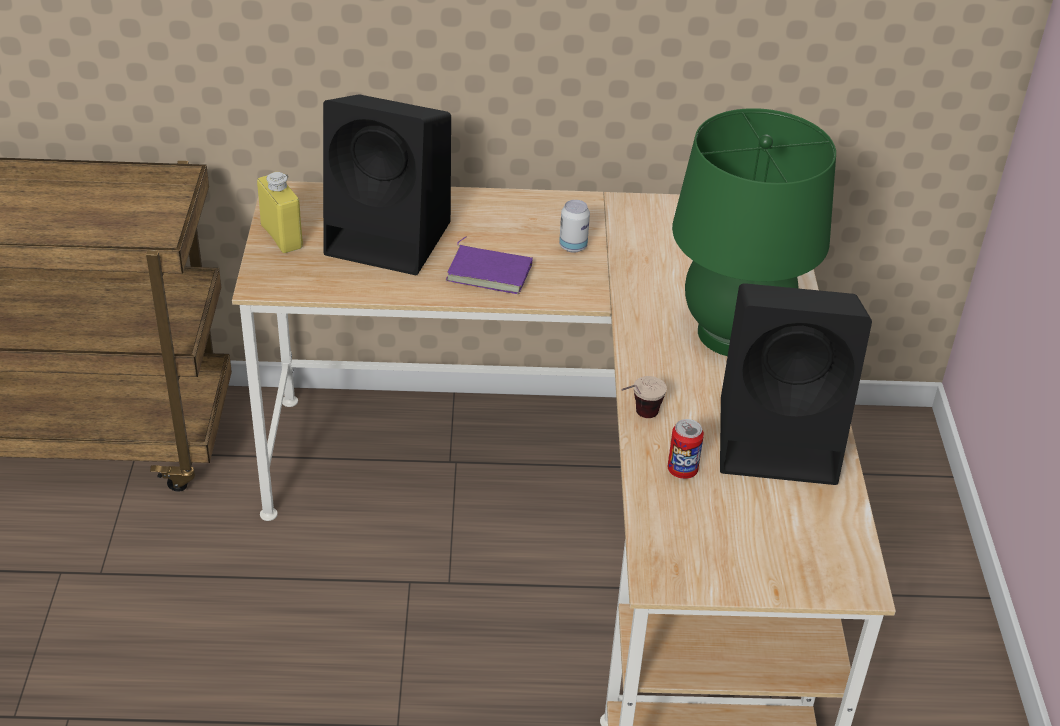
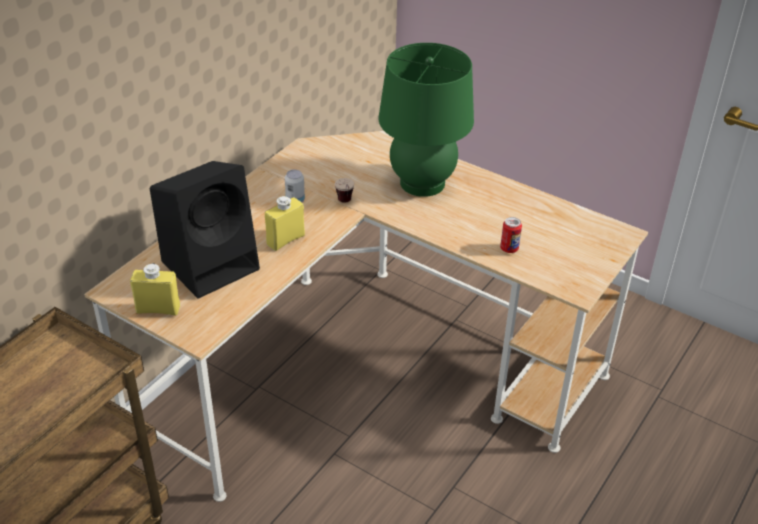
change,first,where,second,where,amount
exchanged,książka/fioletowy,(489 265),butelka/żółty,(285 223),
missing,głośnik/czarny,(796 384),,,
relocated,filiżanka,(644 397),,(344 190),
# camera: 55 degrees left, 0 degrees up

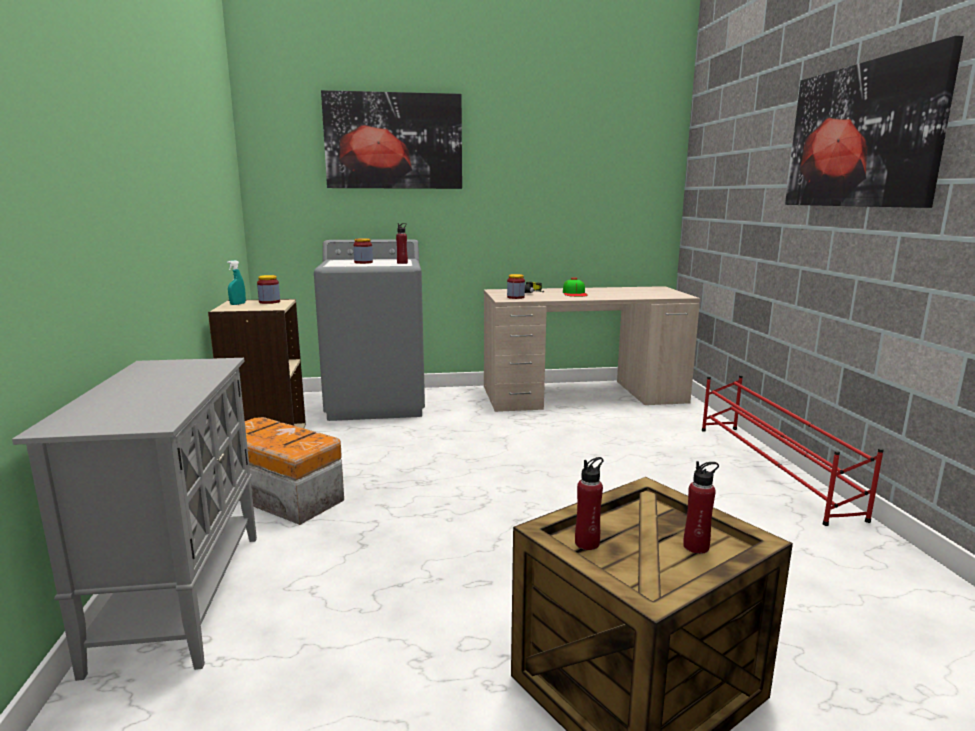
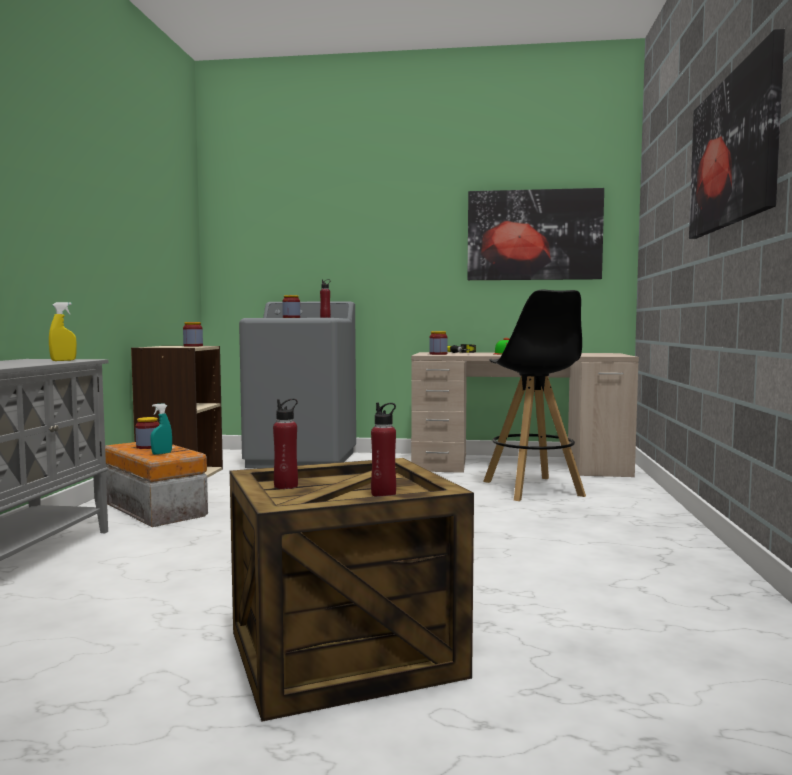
change,first,where,second,where,amount
relocated,obraz,(391 139),,(535 234),
relocated,spryskiwacz/turkusowy,(236 282),,(161 429),
missing,regał na buty/czerwony,(793 450),,,
appeared,,,stołek/czarny,(534 395),
appeared,,,spryskiwacz/żółty,(63 331),
appeared,,,słoik,(147 433),
# camera: 15 degrees right, 10 degrees down

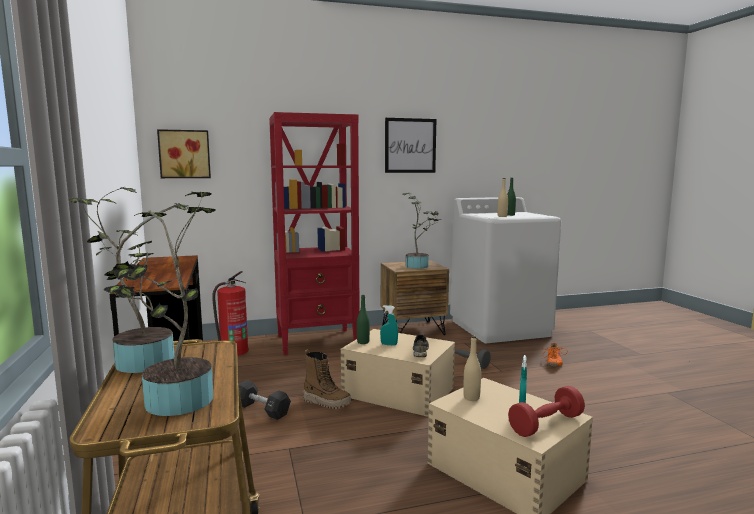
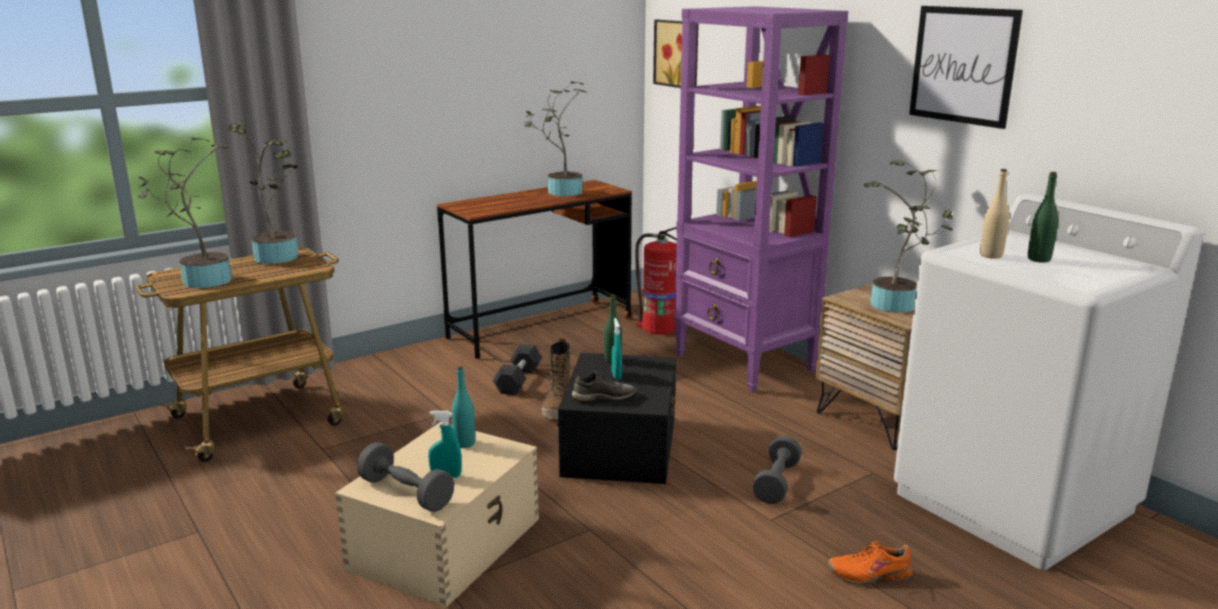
change,first,where,second,where,amount
colour,regał/czerwony,(314 233),regał/fioletowy,(761 199),
colour,pojemnik do przechowywania/beżowy,(398 373),pojemnik do przechowywania/czarny,(616 418),
colour,butelka/beżowy,(472 368),butelka/turkusowy,(463 407),
colour,hantel/czerwony,(546 411),hantel/szary,(405 477),
appeared,,,roślina doniczkowa,(555 138),
# camera: 70 degrees right, 10 degrees up

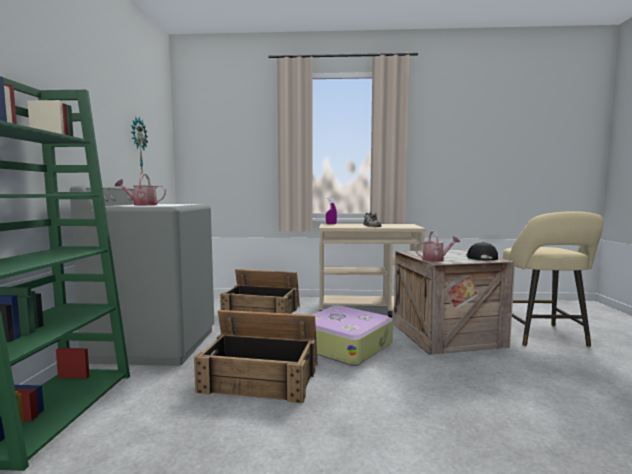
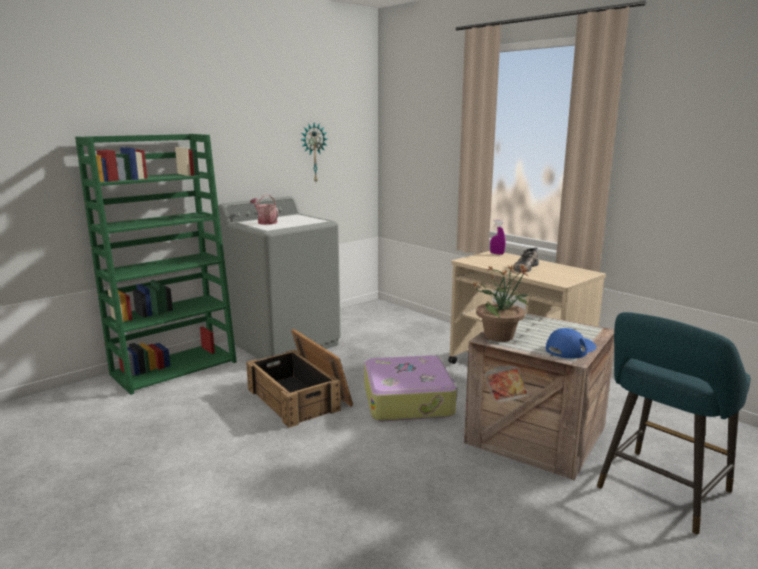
change,first,where,second,where,amount
colour,stołek/beżowy,(553 279),stołek/turkusowy,(674 423),
exchanged,konewka,(437 246),roślina doniczkowa,(501 303),
colour,czapka z daszkiem/czarny,(482 251),czapka z daszkiem/niebieski,(571 343),
missing,skrzynka,(260 291),,,
# camera: 45 degrees right, 10 degrees up

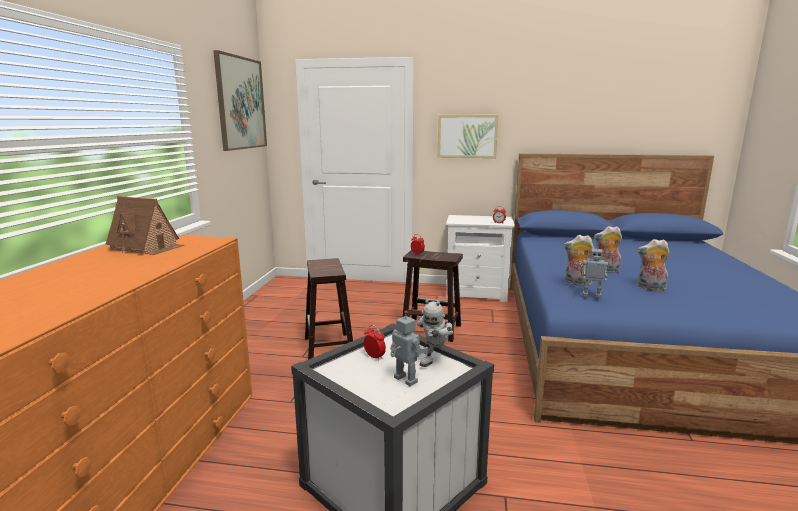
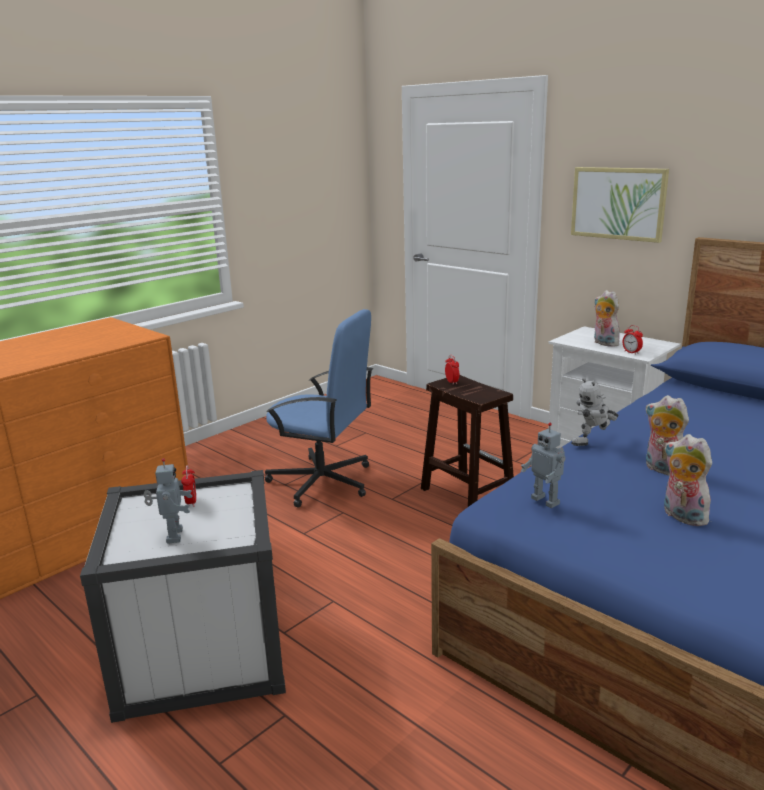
change,first,where,second,where,amount
missing,obraz,(240 100),,,
missing,domek,(145 225),,,
relocated,pluszak,(579 260),,(607 318),
exchanged,stołek/brązowy,(329 309),krzesło biurowe/niebieski,(319 408),
relocated,robot zabawkowy,(435 333),,(595 411),
# camera: 35 degrees right, 5 degrees up

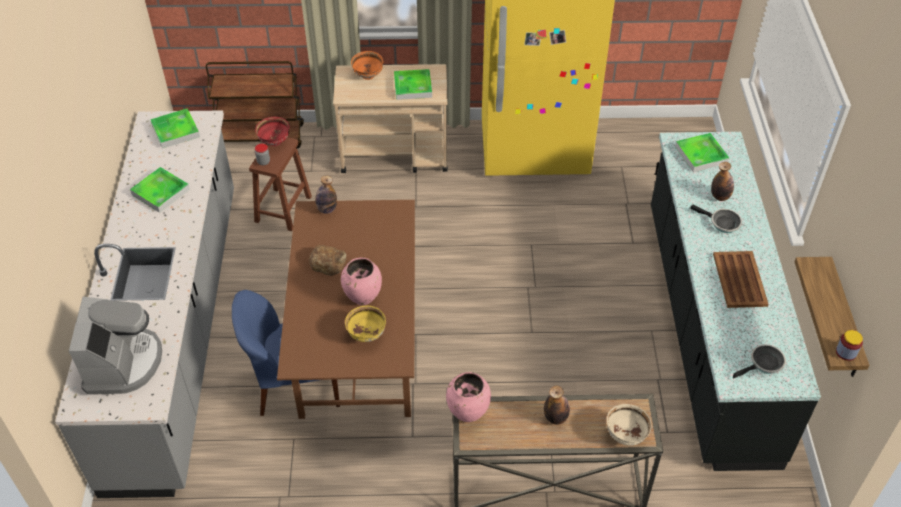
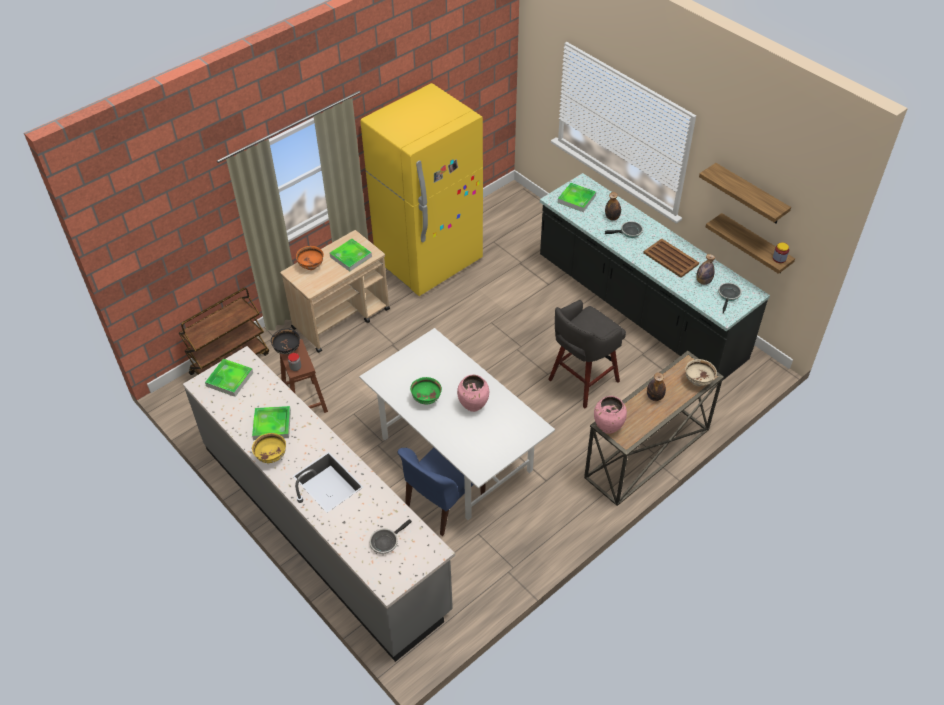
change,first,where,second,where,amount
colour,miska/czerwony,(272 131),miska/czarny,(285 341),
relocated,butelka,(326 195),,(705 269),
colour,stół jadalny/brązowy,(346 309),stół jadalny/biały,(457 424),
exchanged,chleb,(328 260),miska/zielony,(426 390),
exchanged,ekspres do kawy,(115 346),patelnia,(390 536),
relocated,miska/żółty,(365 324),,(269 448),
appeared,,,półka,(745 193),
appeared,,,stołek/szary,(587 354),
# camera: 40 degrees left, 0 degrees up

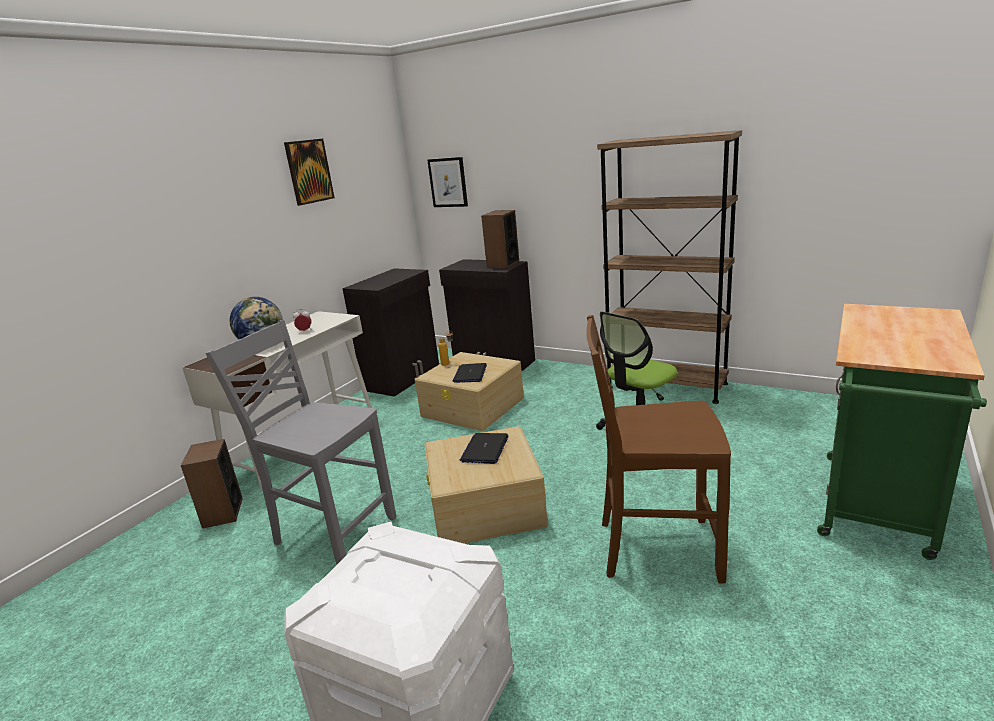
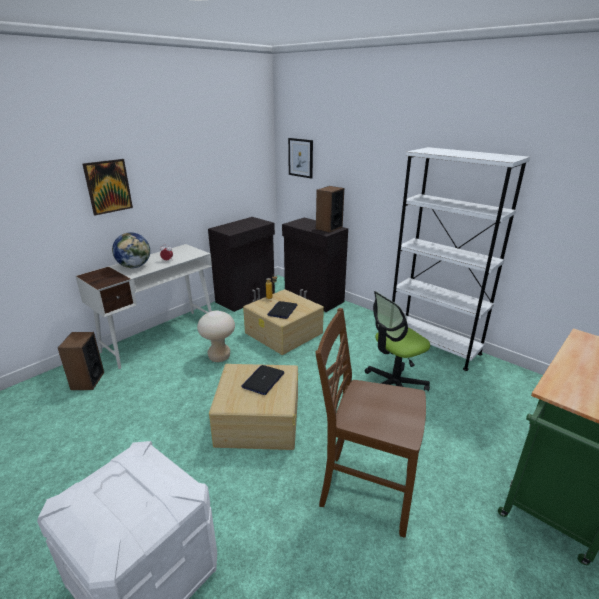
change,first,where,second,where,amount
colour,regał/brązowy,(669 267),regał/biały,(461 259),
relocated,obraz,(309 172),,(108 187),
missing,krzesło/szary,(301 442),,,
appeared,,,stołek/beżowy,(216 336),
# camera: 10 degrees right, 5 degrees up

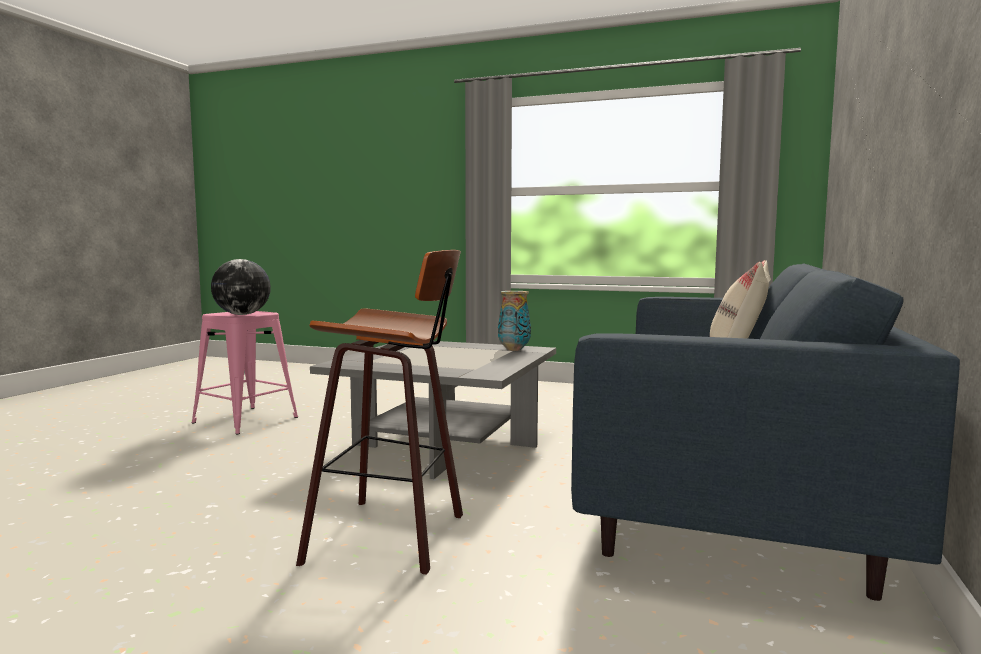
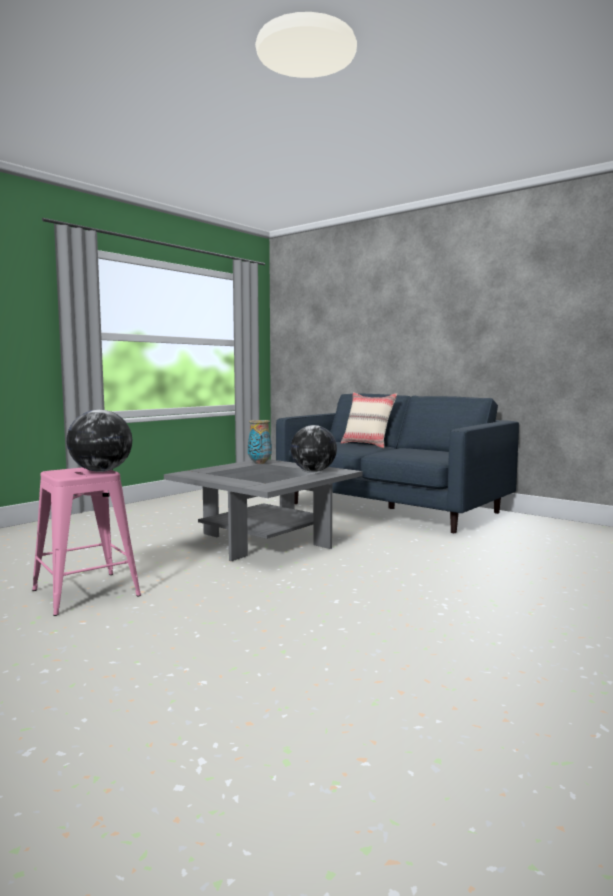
change,first,where,second,where,amount
missing,stołek,(379 412),,,
appeared,,,globus,(314 448),
# camera: 70 degrees left, 0 degrees up

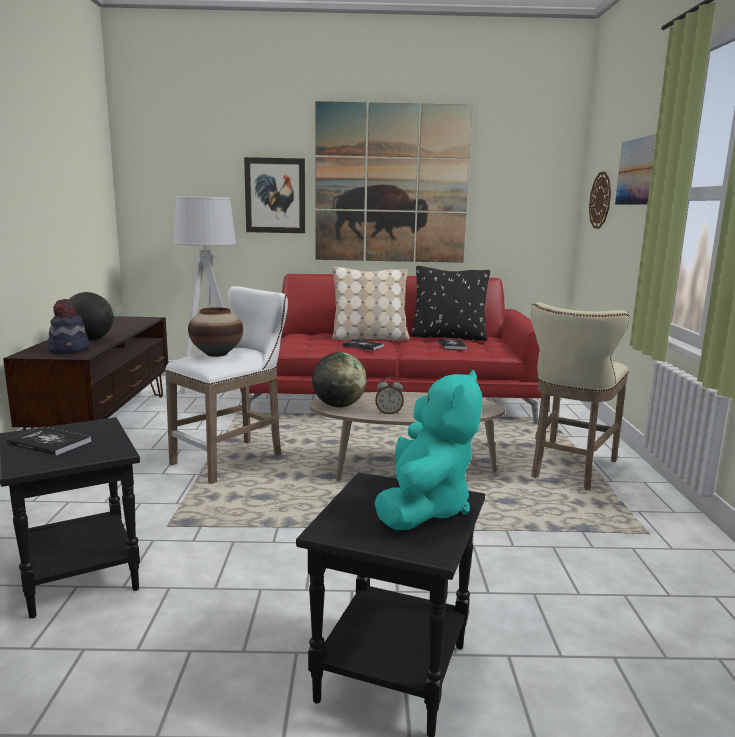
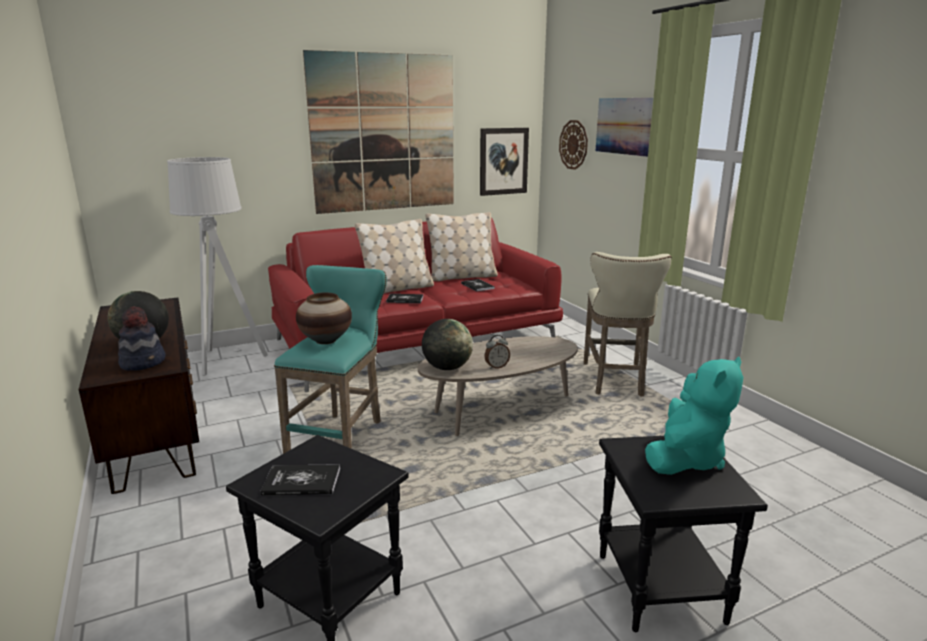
change,first,where,second,where,amount
relocated,obraz,(274 195),,(504 162),
colour,poduszka/czarny,(450 303),poduszka/beżowy,(461 246),
colour,stołek/biały,(226 385),stołek/turkusowy,(330 359),
spun,pluszak/turkusowy,(428 450),,(694 416),45 degrees clockwise
# camera: 25 degrees left, 5 degrees up

